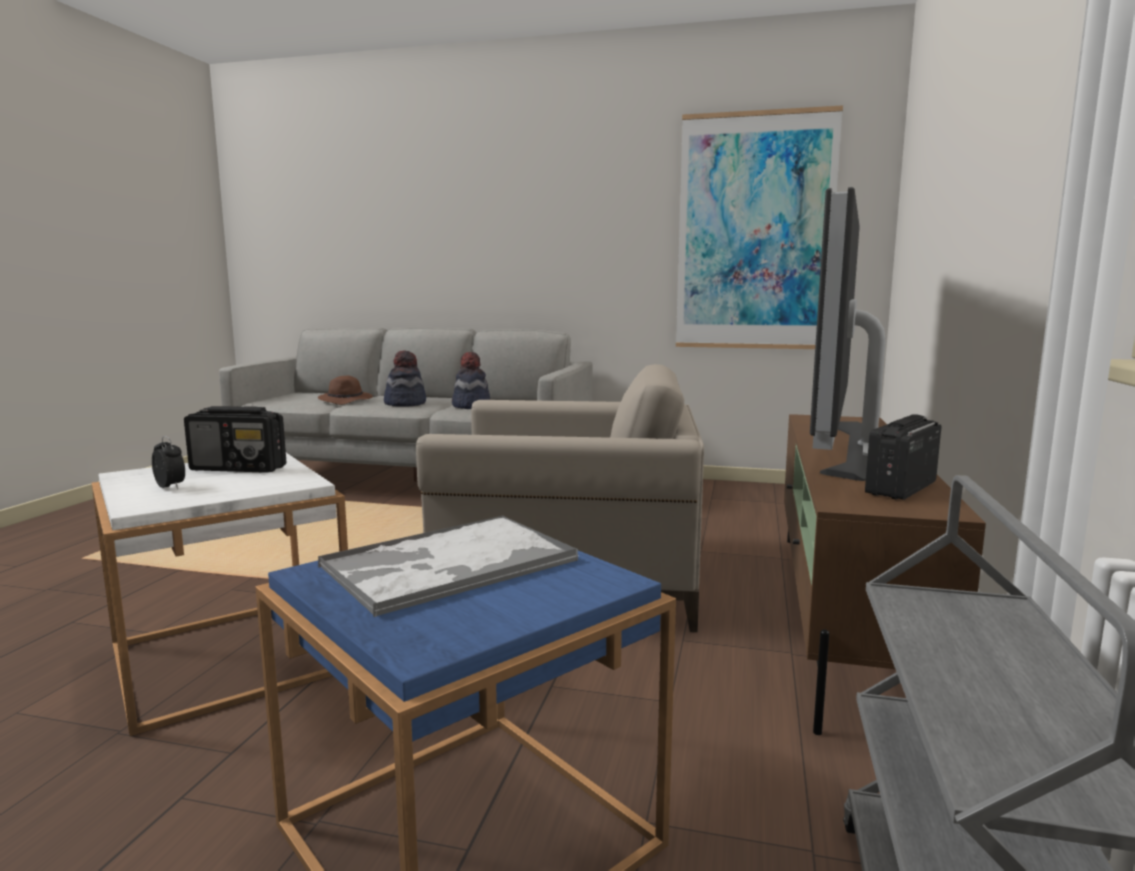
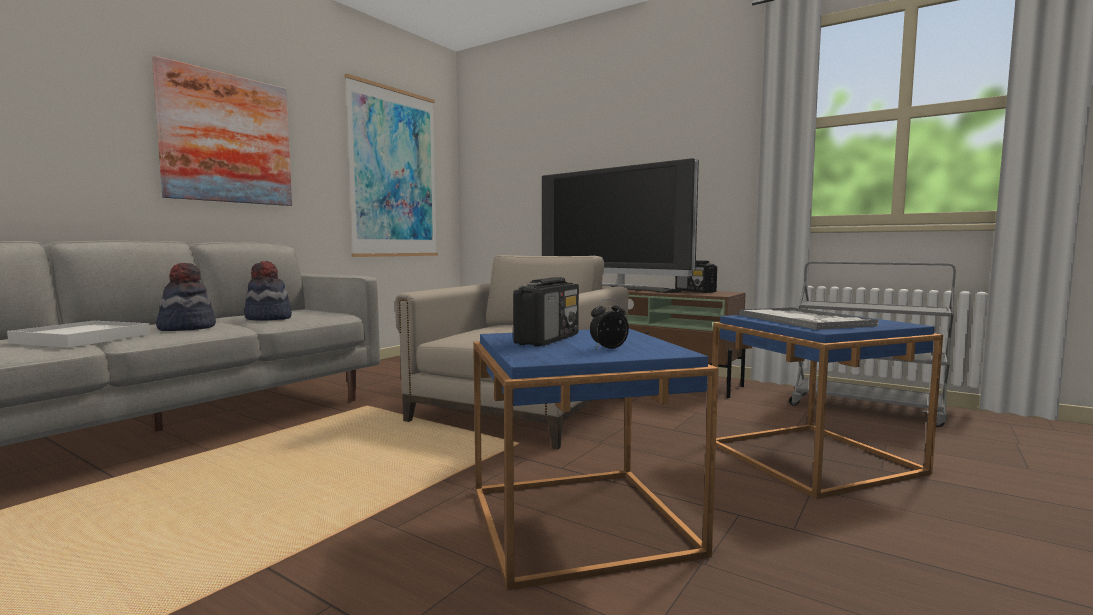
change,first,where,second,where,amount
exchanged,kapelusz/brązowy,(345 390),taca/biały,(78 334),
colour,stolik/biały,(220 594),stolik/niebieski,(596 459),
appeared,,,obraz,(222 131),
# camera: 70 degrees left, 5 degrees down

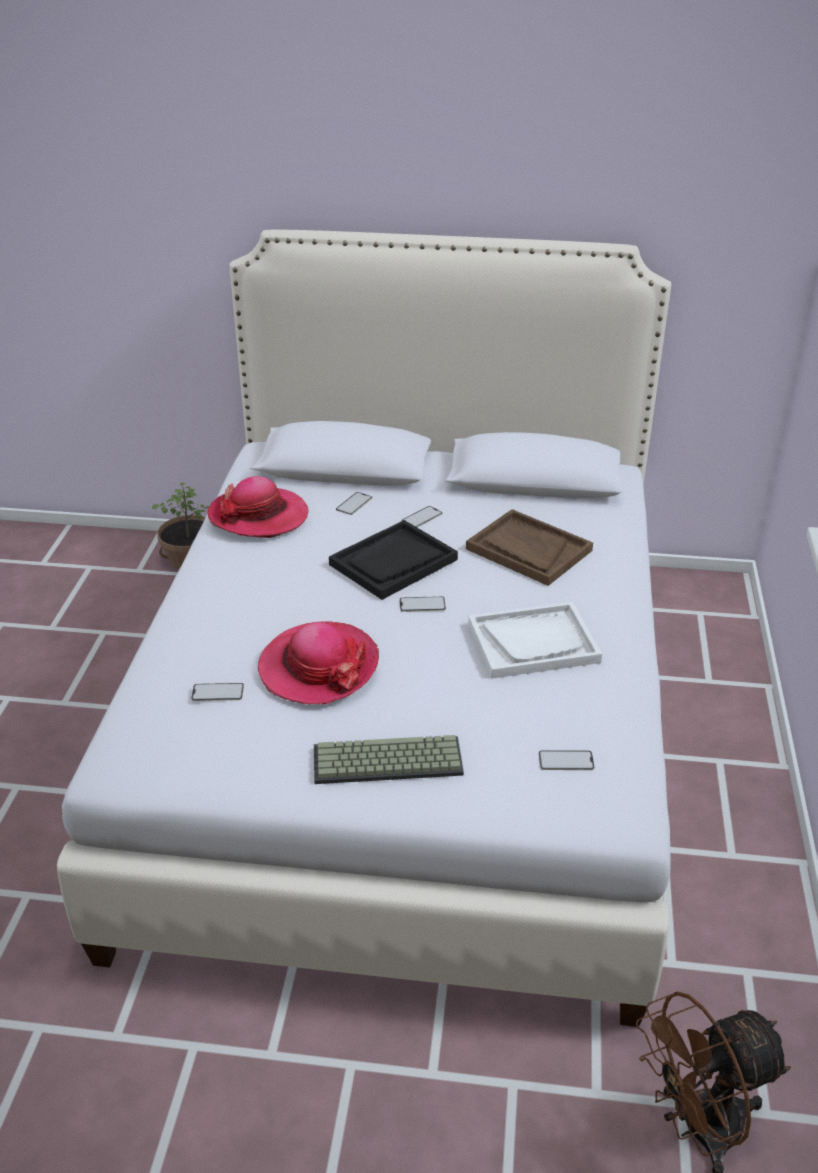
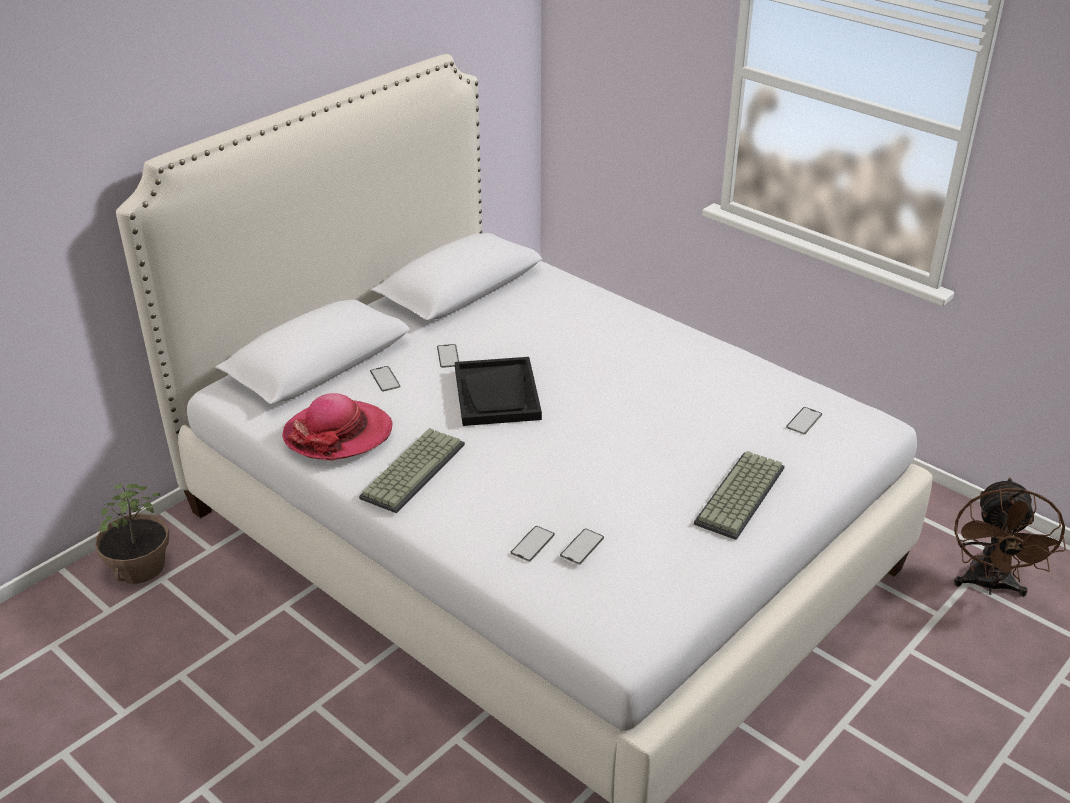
change,first,where,second,where,amount
missing,taca/brązowy,(529 547),,,
relocated,telefon,(423 604),,(533 544),
missing,taca/biały,(535 640),,,
missing,kapelusz,(318 662),,,
appeared,,,klawiatura,(412 470),
# camera: 55 degrees left, 0 degrees up

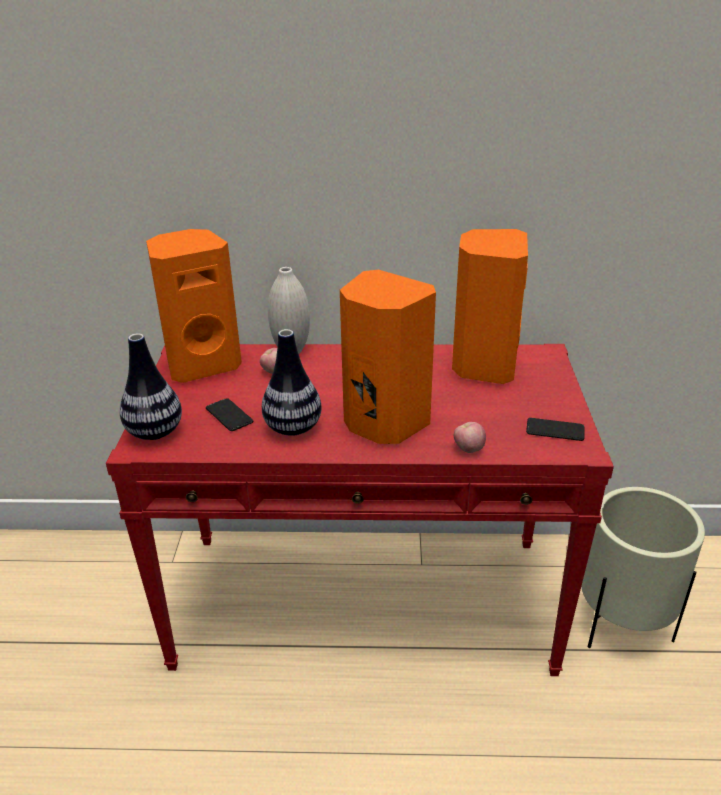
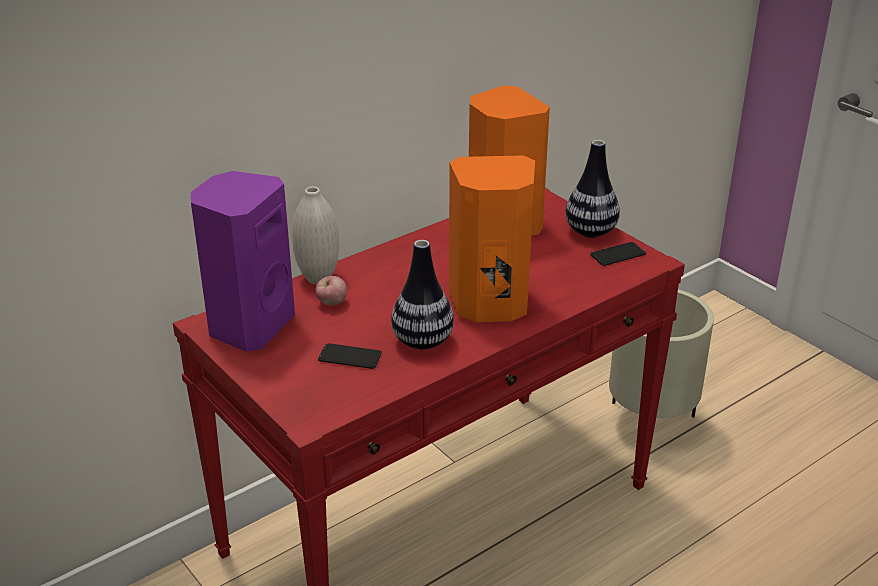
change,first,where,second,where,amount
colour,głośnik/pomarańczowy,(194 306),głośnik/fioletowy,(243 261),
relocated,wazon,(151 386),,(592 189),
missing,jabłko,(470 437),,,
# camera: 40 degrees left, 0 degrees up

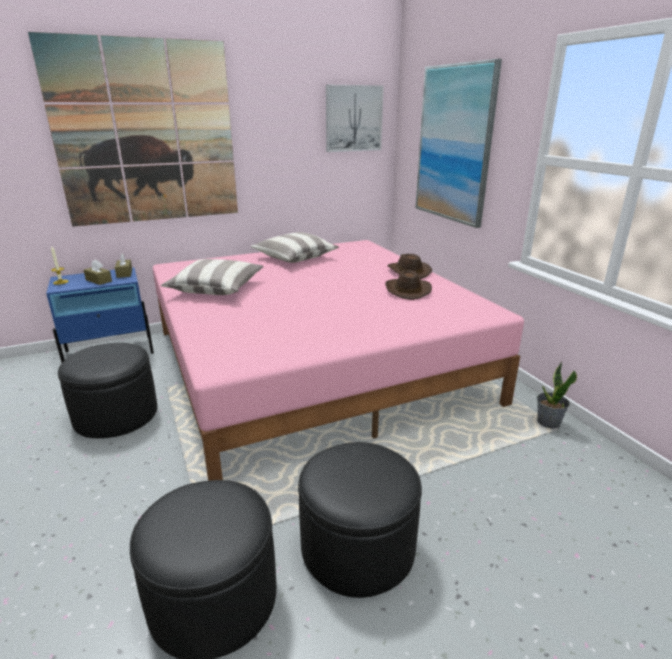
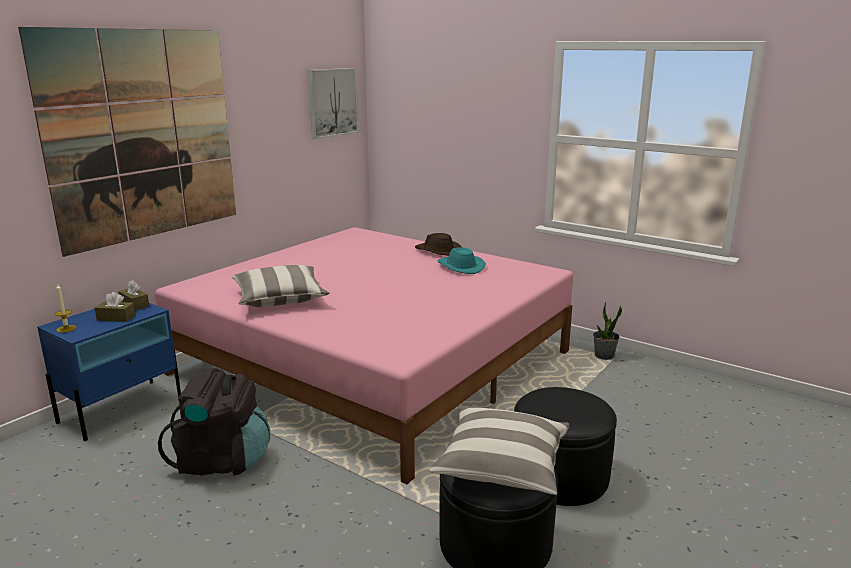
change,first,where,second,where,amount
missing,obraz,(459 143),,,
relocated,poduszka,(295 247),,(499 450),
colour,kapelusz/brązowy,(408 285),kapelusz/turkusowy,(462 260),
exchanged,pufa/czarny,(107 390),plecak/czarny,(214 422),
# camera: 30 degrees left, 5 degrees down

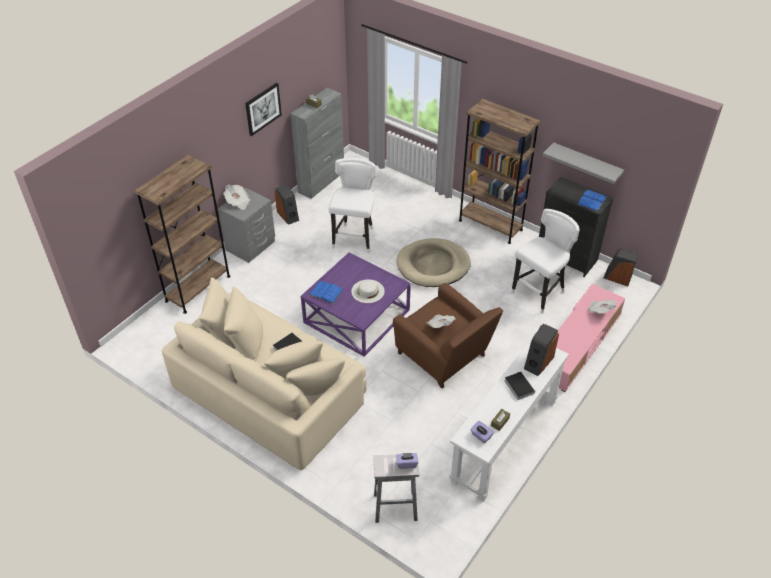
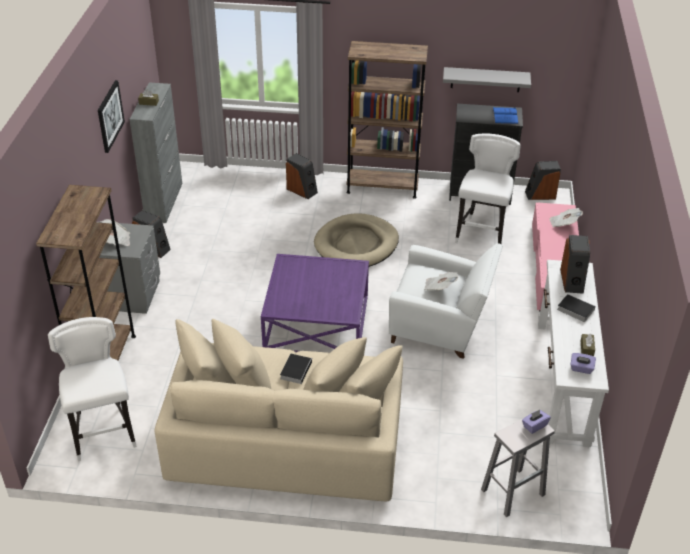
change,first,where,second,where,amount
relocated,stołek/biały,(352 205),,(92 389),
missing,kapelusz/biały,(368 291),,,
missing,książka/niebieski,(326 292),,,
colour,fotel/brązowy,(448 336),fotel/biały,(446 301),
appeared,,,głośnik,(302 176),
# camera: 30 degrees left, 5 degrees down

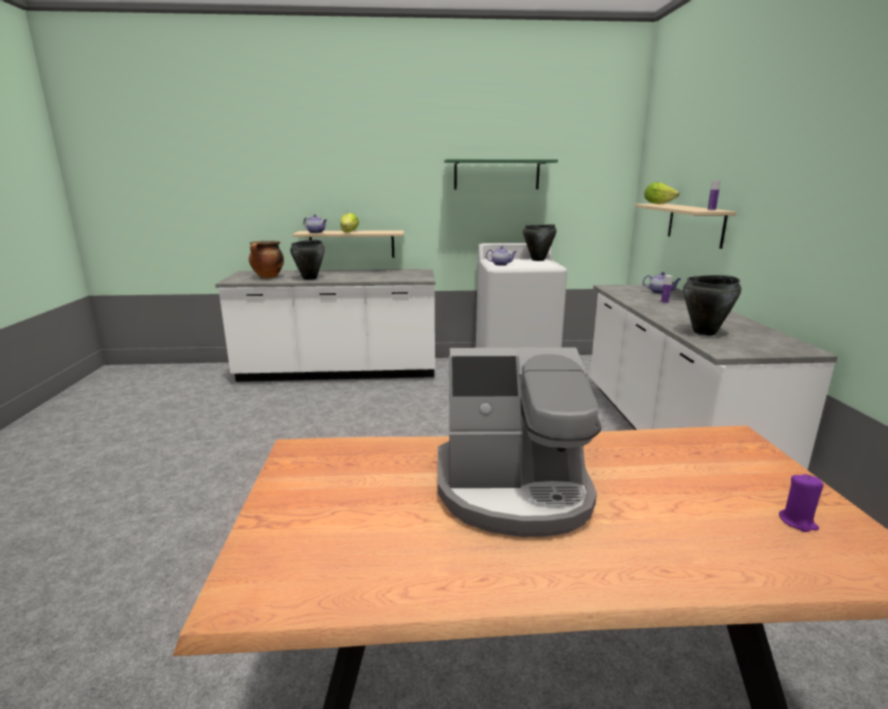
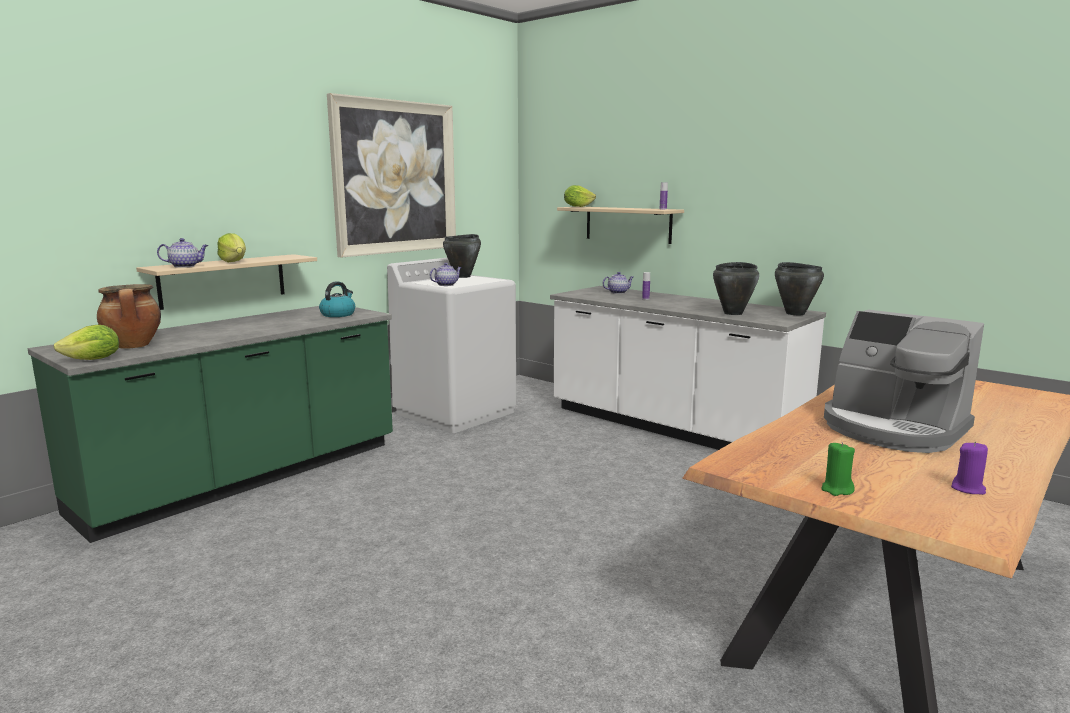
change,first,where,second,where,amount
exchanged,półka/zielony,(501 174),obraz,(391 175),
relocated,garnek/czarny,(307 260),,(799 288),
colour,zabudowa kuchenna/biały,(325 325),zabudowa kuchenna/zielony,(210 424),
spun,ekspres do kawy,(519 442),,(904 381),90 degrees clockwise
relocated,świeca/fioletowy,(801 503),,(969 468),
appeared,,,czajnik,(337 299),
appeared,,,sałata,(86 342),
appeared,,,świeca/zielony,(838 469),
# camera: 45 degrees left, 5 degrees down

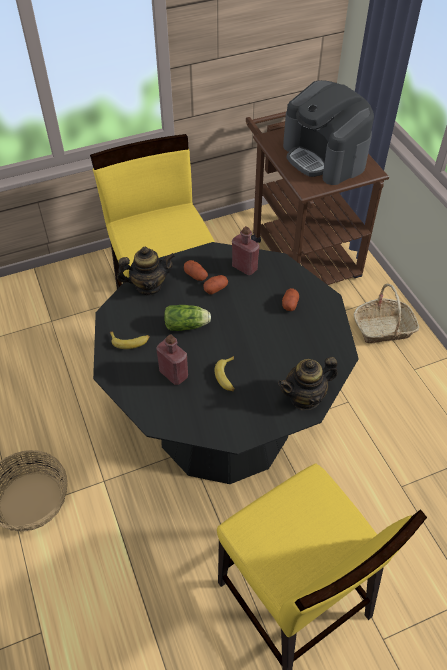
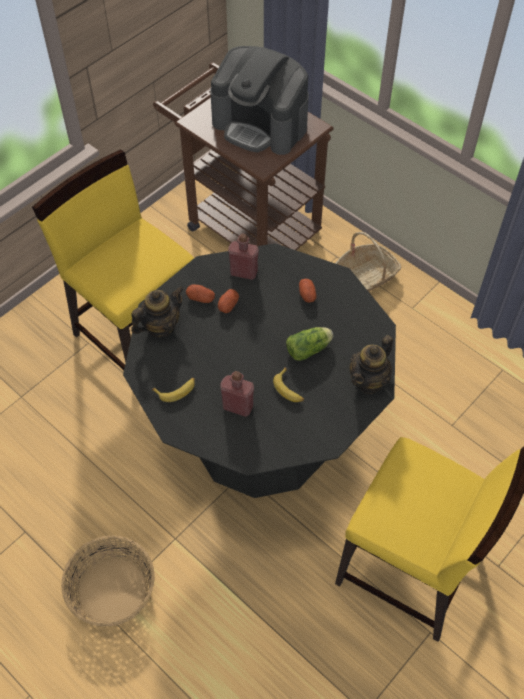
change,first,where,second,where,amount
relocated,sałata,(187 318),,(309 344),
# camera: 25 degrees left, 5 degrees up

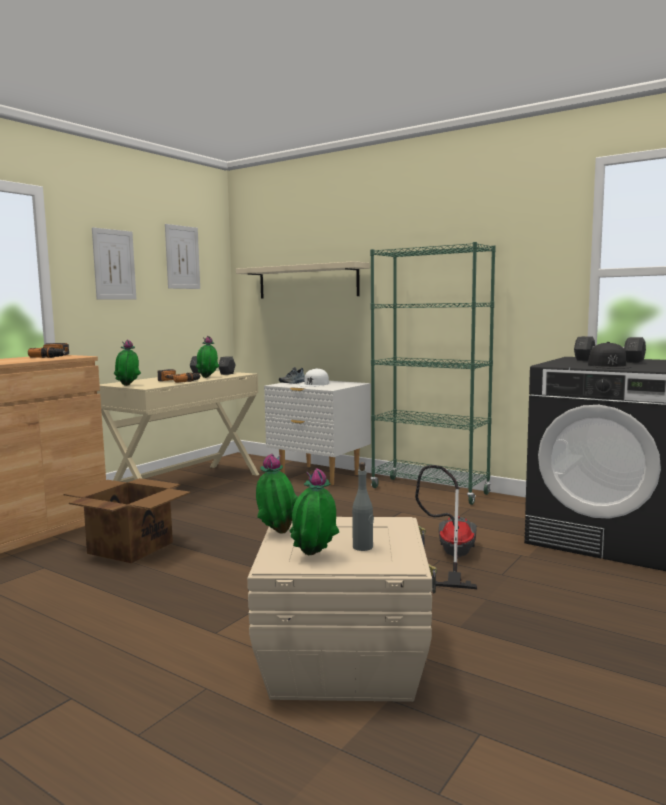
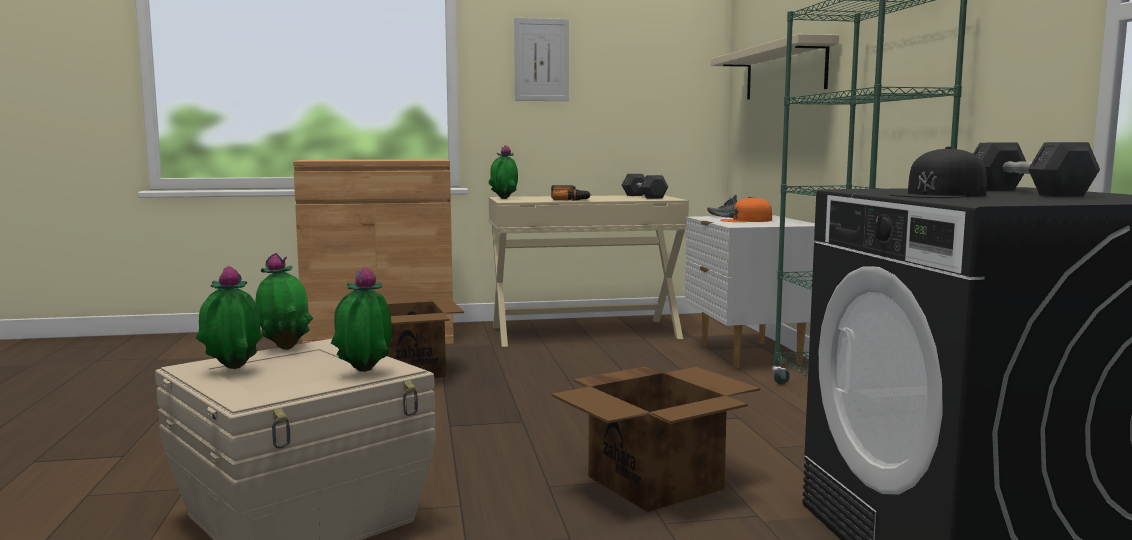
change,first,where,second,where,amount
missing,obraz,(182 256),,,
relocated,roślina doniczkowa,(207 357),,(361 319),
missing,wiertarka,(48 350),,,
colour,czapka z daszkiem/biały,(313 377),czapka z daszkiem/pomarańczowy,(746 209),
missing,butelka/szary,(363 506),,,
exchanged,odkurzacz,(446 527),karton,(655 439),
# camera: 45 degrees right, 0 degrees up

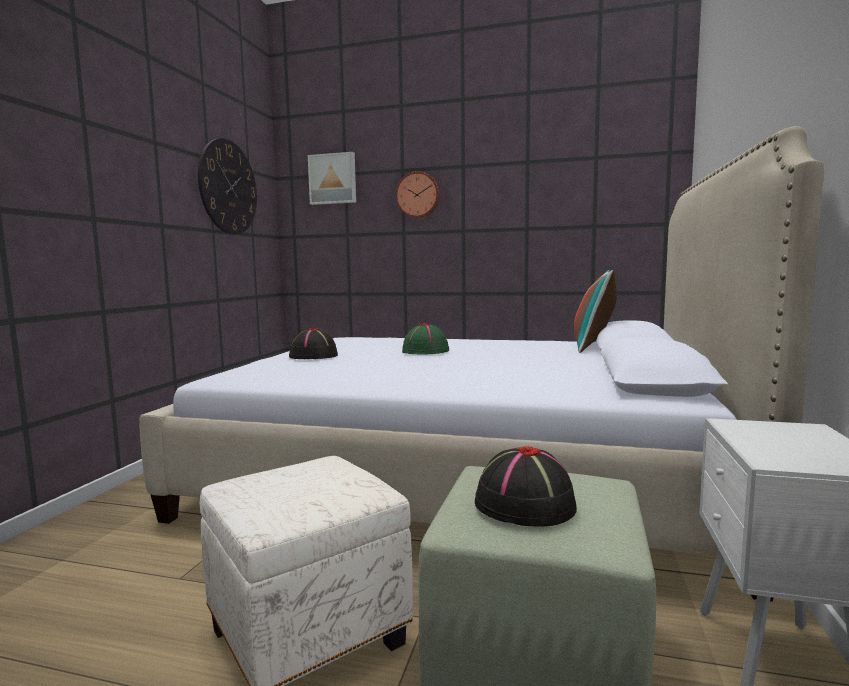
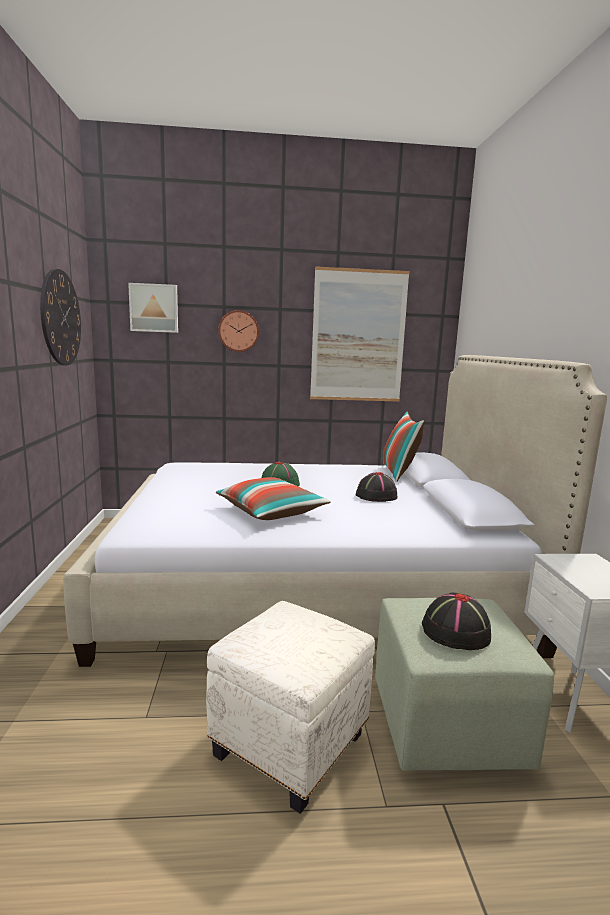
change,first,where,second,where,amount
relocated,kapelusz/czarny,(313 343),,(377 487),
appeared,,,obraz,(360 334),
appeared,,,poduszka,(273 498),
# camera: 20 degrees left, 5 degrees up

